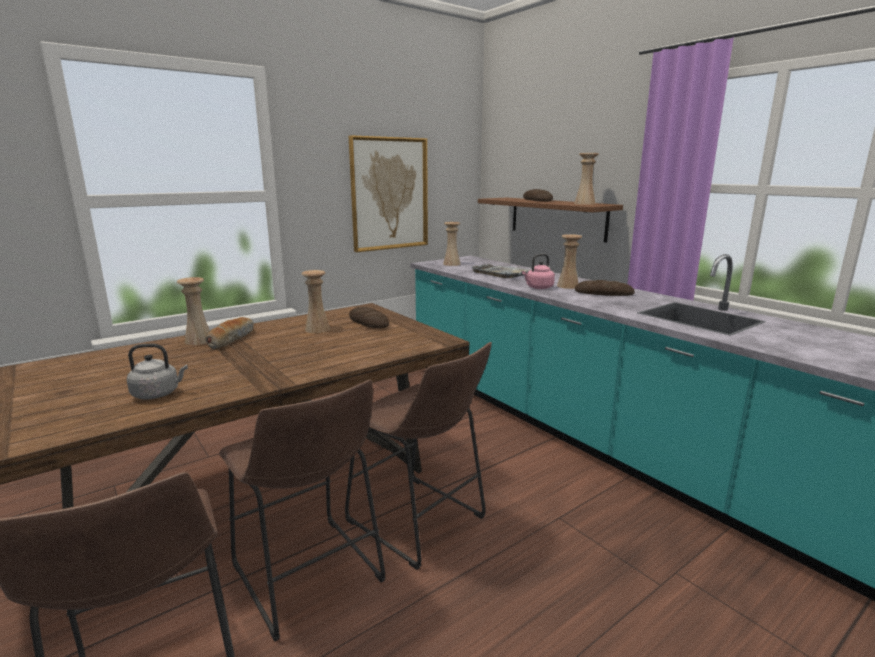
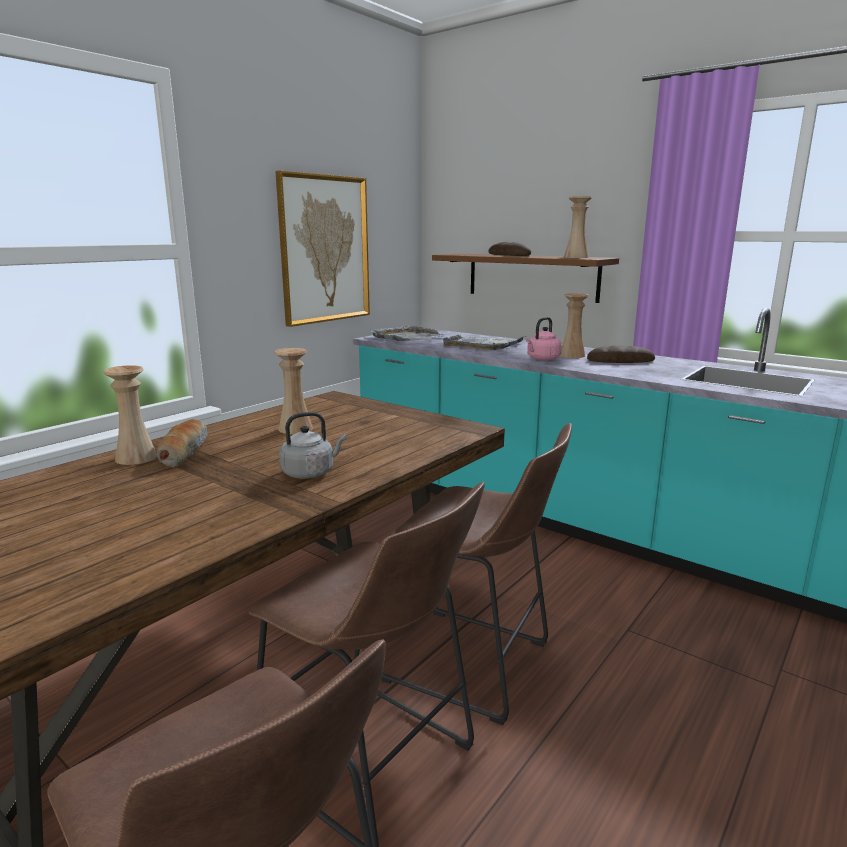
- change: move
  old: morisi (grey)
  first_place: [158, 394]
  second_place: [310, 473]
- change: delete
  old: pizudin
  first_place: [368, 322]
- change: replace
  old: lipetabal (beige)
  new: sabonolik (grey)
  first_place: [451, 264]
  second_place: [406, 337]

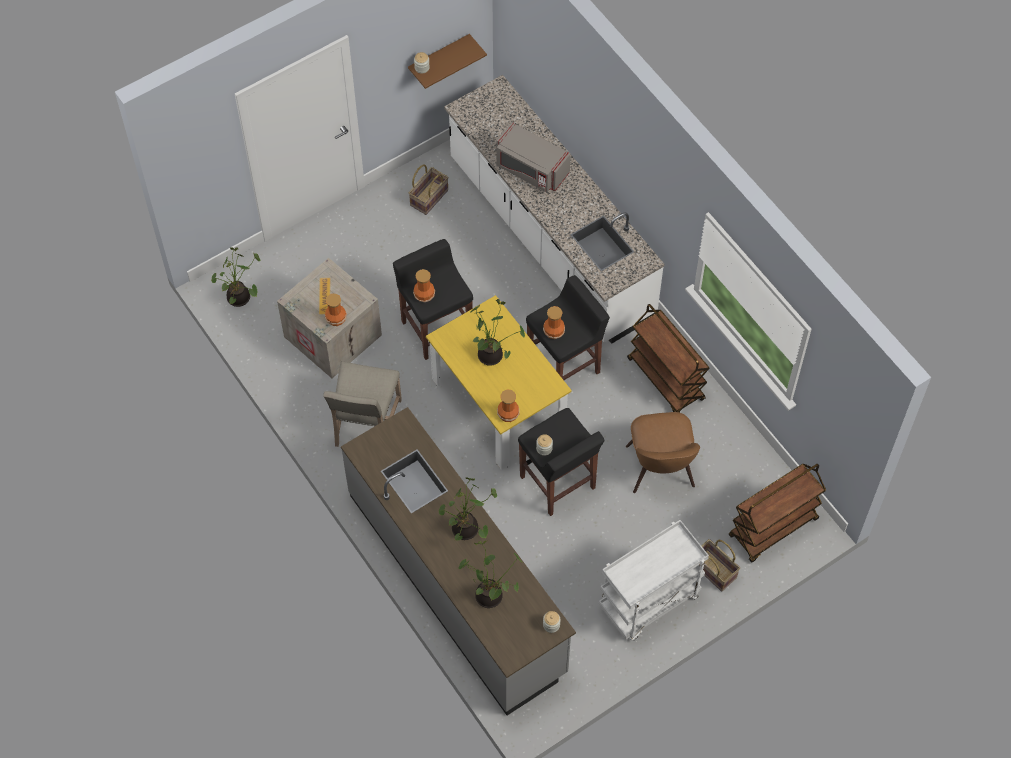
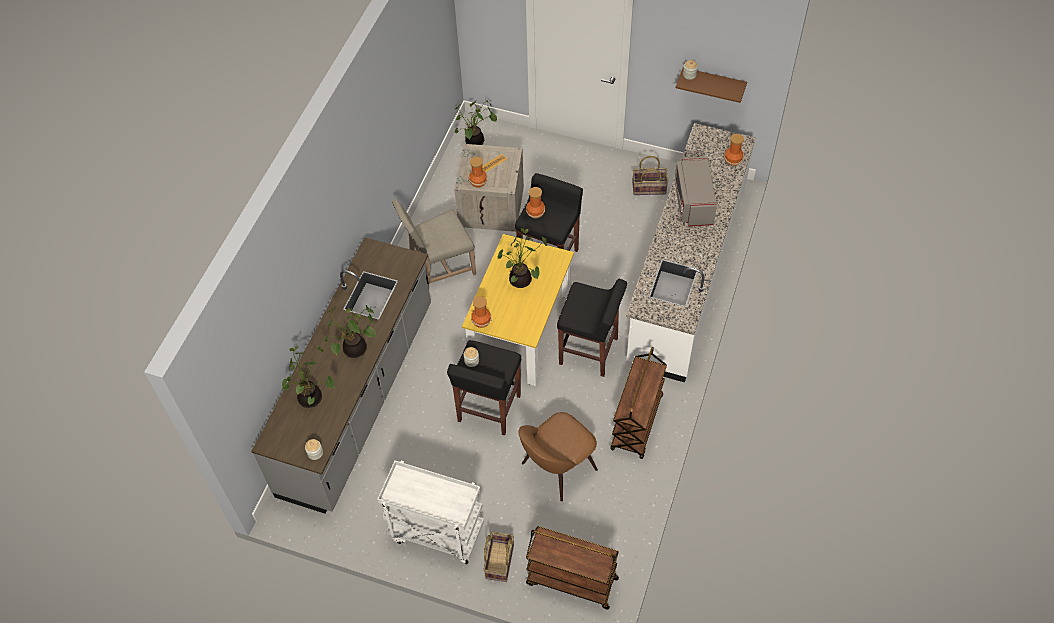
- change: move
  old: lipetabal
  first_place: [553, 331]
  second_place: [733, 159]

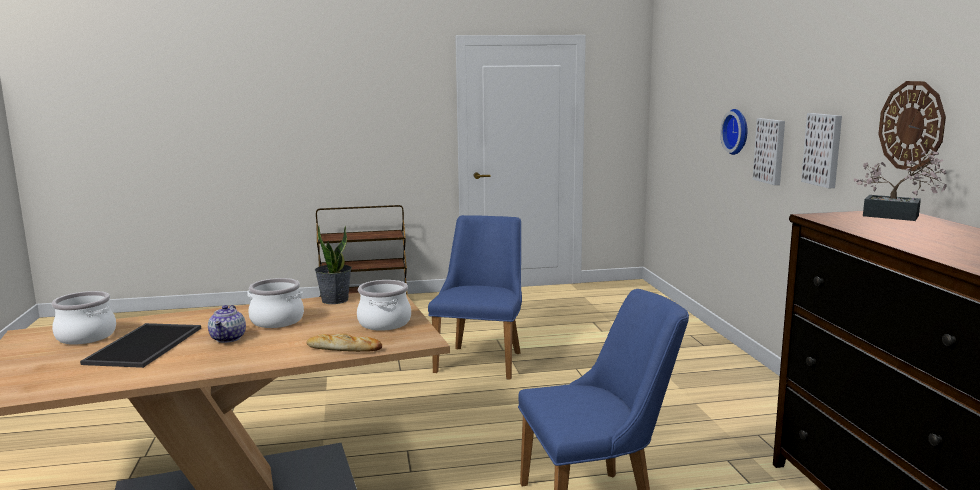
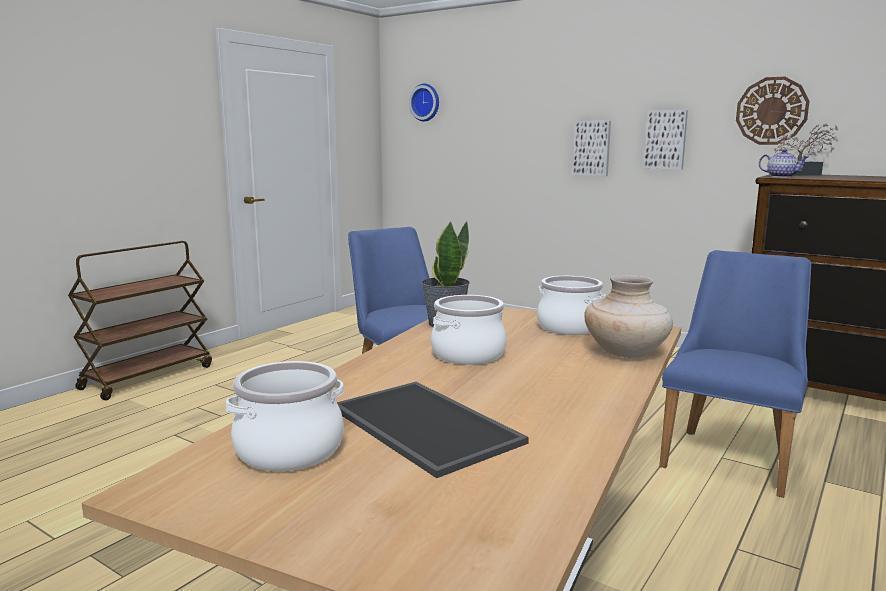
- change: move
  old: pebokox
  first_place: [228, 338]
  second_place: [781, 177]
- change: replace
  old: pizudin
  new: lipetabal (beige)
  first_place: [344, 348]
  second_place: [626, 353]
- change: move
  old: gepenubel
  first_place: [737, 131]
  second_place: [426, 102]

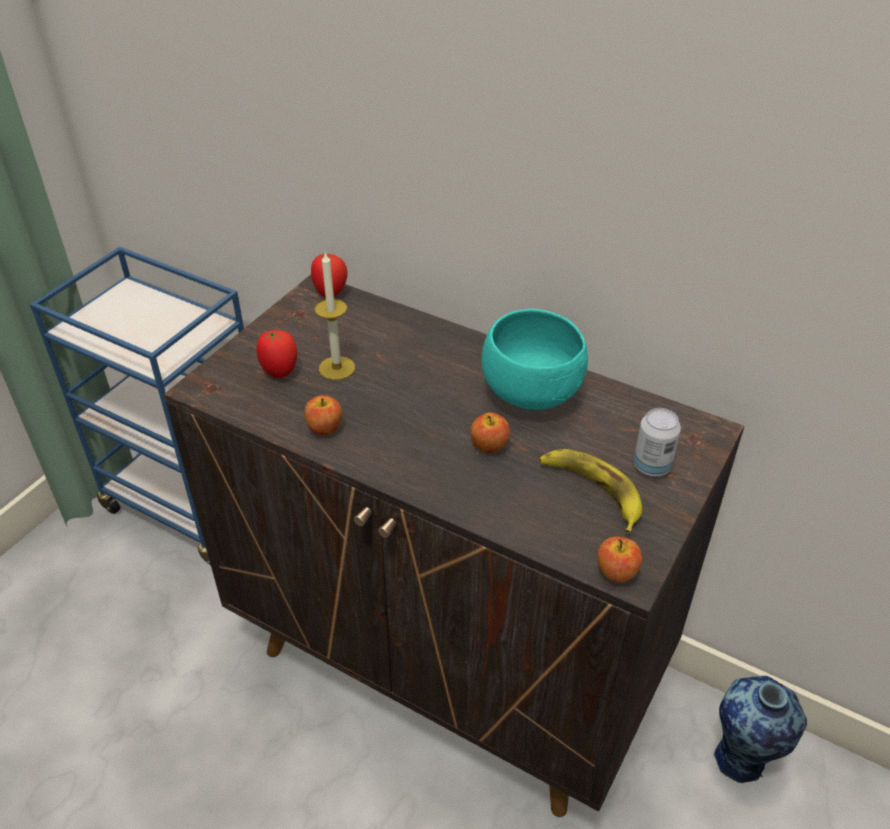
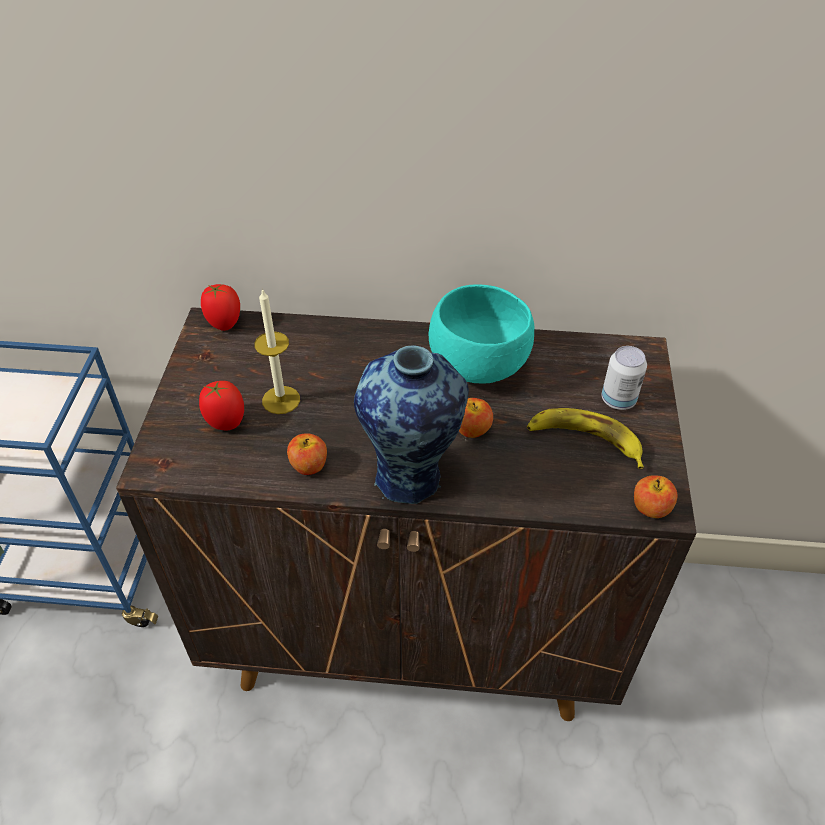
- change: move
  old: lipetabal
  first_place: [742, 761]
  second_place: [411, 478]

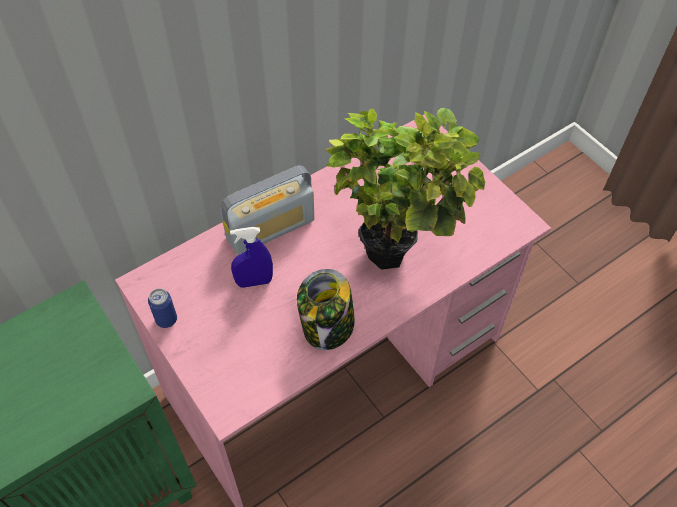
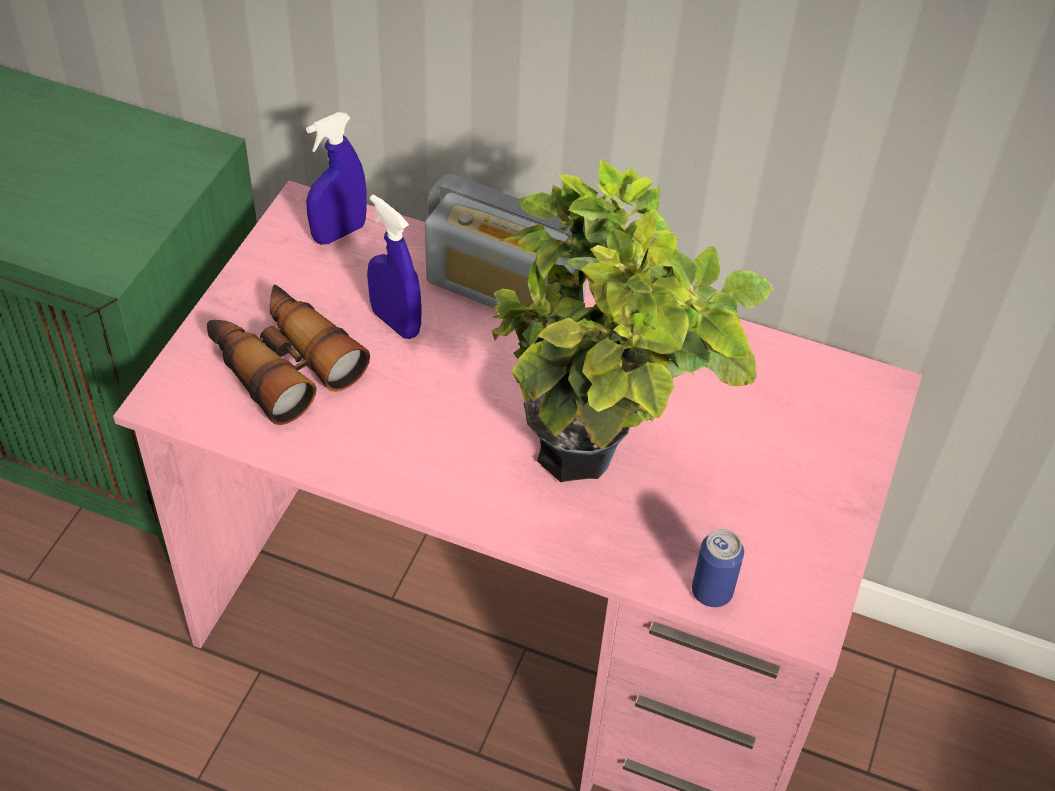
- change: move
  old: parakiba
  first_place: [166, 319]
  second_place: [711, 592]
- change: delete
  old: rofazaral
  first_place: [327, 327]
- change: insert
  new: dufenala
  second_place: [283, 364]
- change: insert
  new: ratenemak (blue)
  second_place: [339, 233]

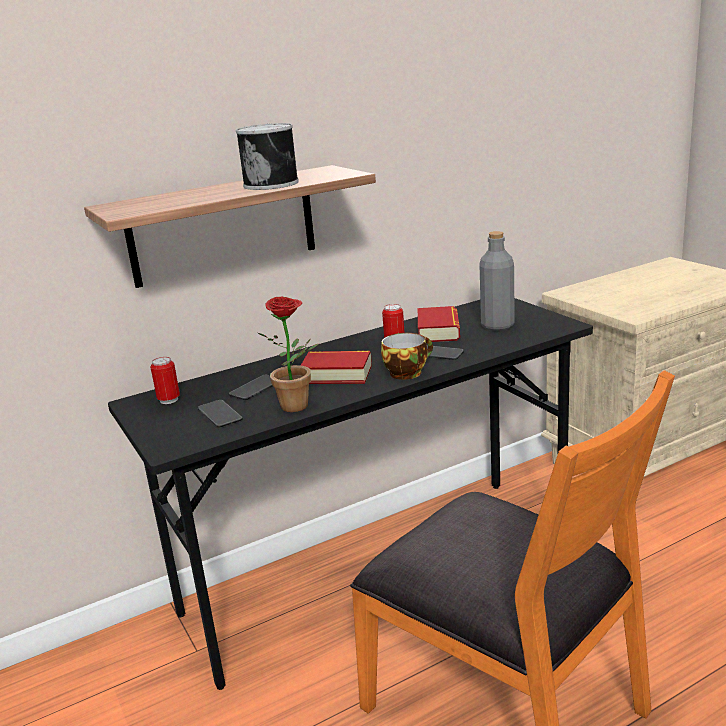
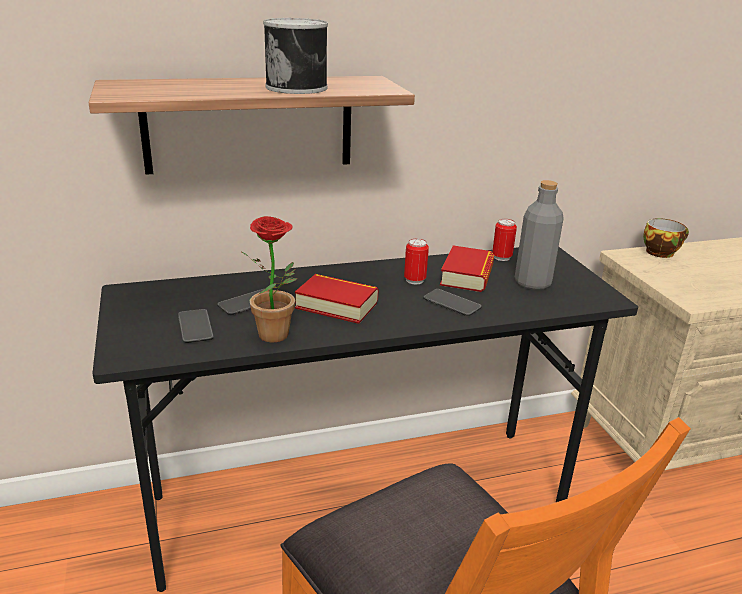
- change: move
  old: parakiba
  first_place: [169, 400]
  second_place: [501, 257]
- change: move
  old: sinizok
  first_place: [407, 372]
  second_place: [660, 252]

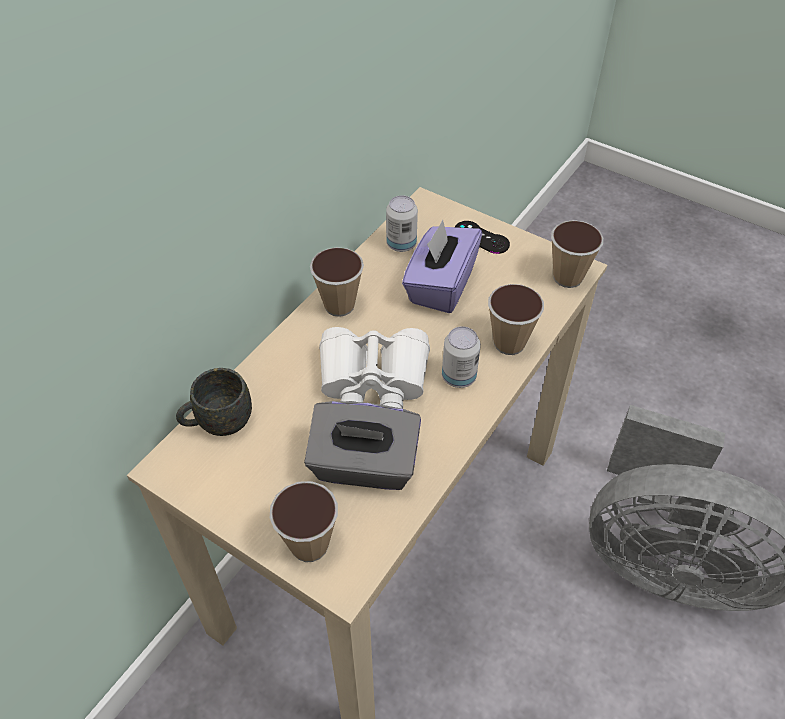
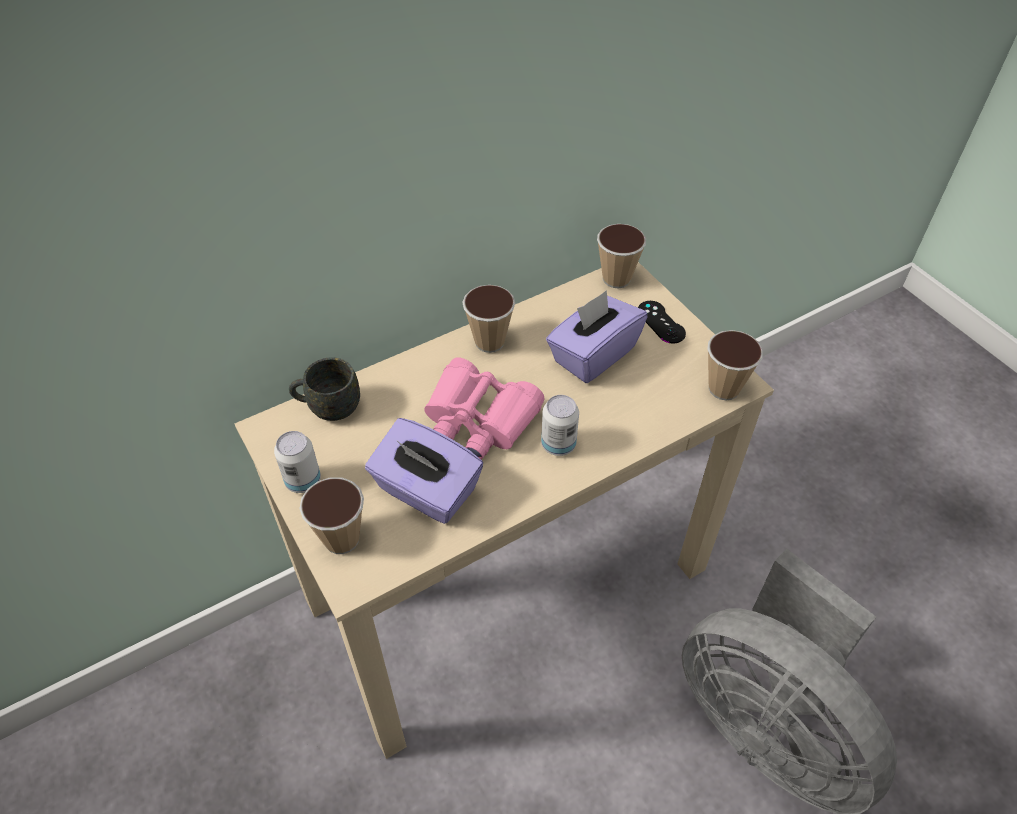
- change: recolor
  old: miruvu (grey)
  new: miruvu (purple)
  first_place: [364, 466]
  second_place: [426, 491]
- change: recolor
  old: dufenala (white)
  new: dufenala (pink)
  first_place: [373, 381]
  second_place: [479, 419]
- change: move
  old: parakiba
  first_place: [401, 244]
  second_place: [303, 481]
- change: move
  old: sinizok
  first_place: [509, 343]
  second_place: [616, 279]

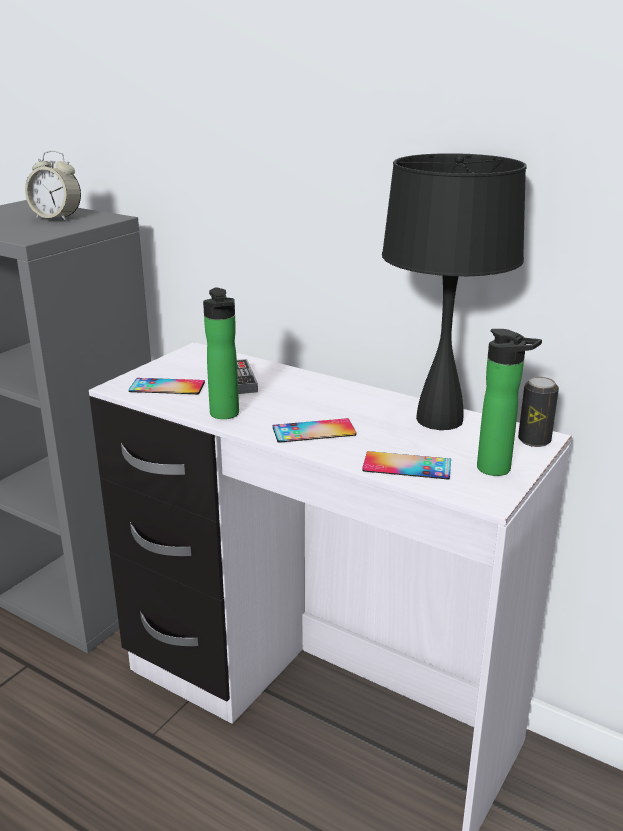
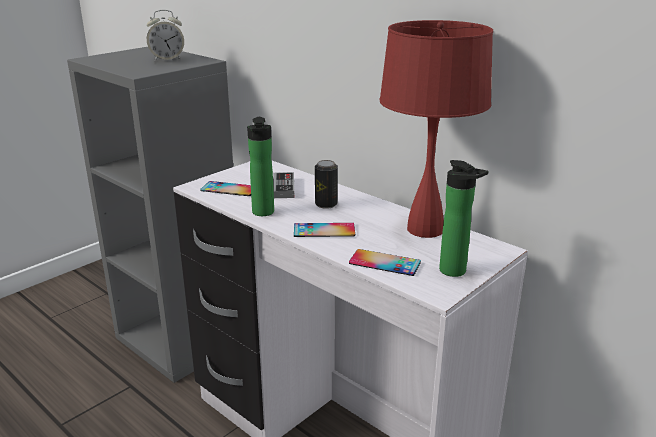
- change: rotate
  old: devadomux
  first_place: [56, 218]
  second_place: [167, 59]
  degrees: -45
- change: recolor
  old: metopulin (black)
  new: metopulin (red)
  first_place: [440, 420]
  second_place: [426, 229]
- change: move
  old: parakiba
  first_place: [534, 440]
  second_place: [326, 204]

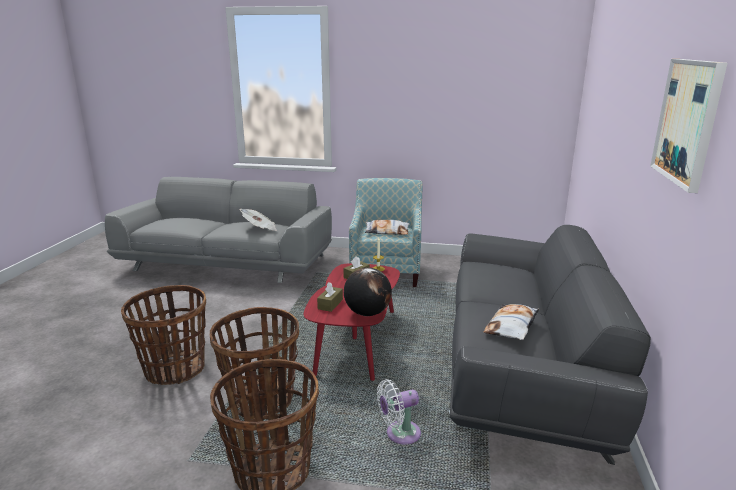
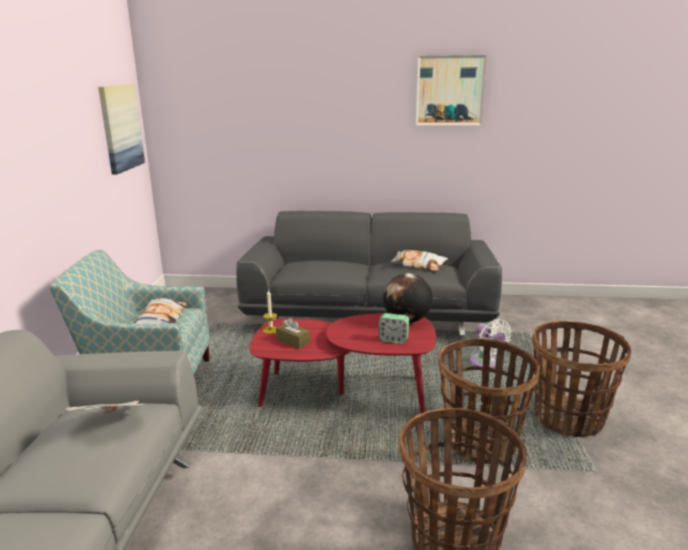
- change: replace
  old: miruvu (brown)
  new: devadomux
  first_place: [330, 304]
  second_place: [393, 340]
- change: insert
  new: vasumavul
  second_place: [120, 127]

